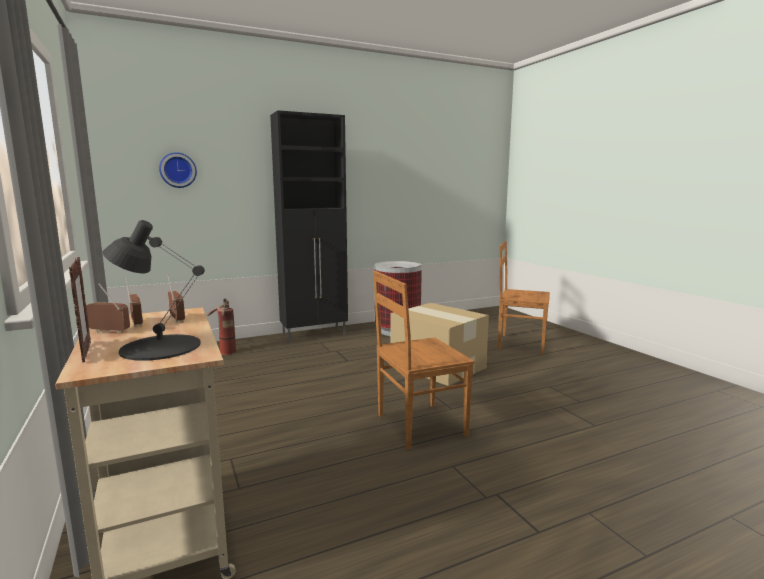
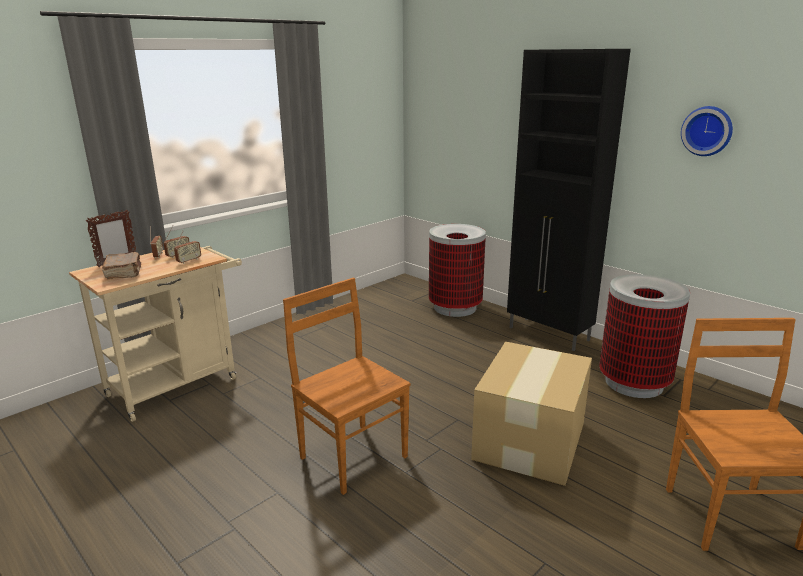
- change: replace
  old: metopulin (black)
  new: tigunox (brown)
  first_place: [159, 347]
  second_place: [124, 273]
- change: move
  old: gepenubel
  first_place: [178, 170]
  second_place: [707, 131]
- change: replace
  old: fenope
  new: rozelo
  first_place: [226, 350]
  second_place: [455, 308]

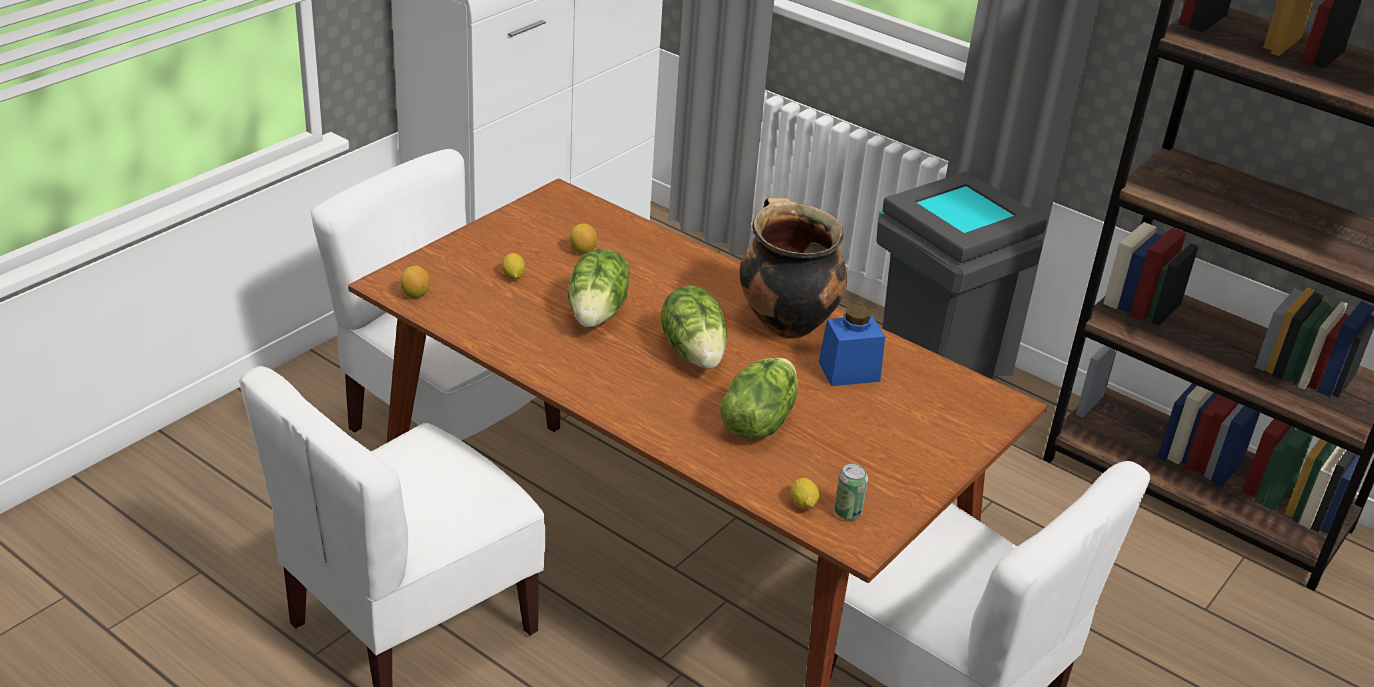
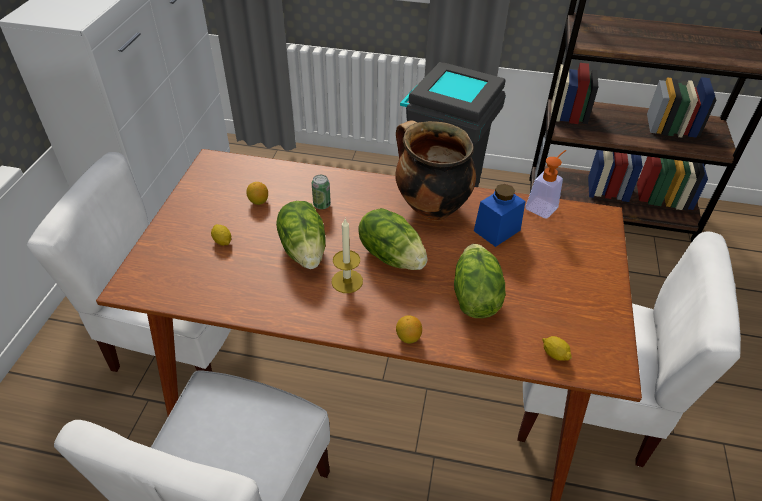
- change: move
  old: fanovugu
  first_place: [415, 294]
  second_place: [408, 337]
- change: move
  old: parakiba
  first_place: [847, 512]
  second_place: [322, 205]
- change: insert
  new: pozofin
  second_place: [347, 281]
- change: insert
  new: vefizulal
  second_place: [544, 205]

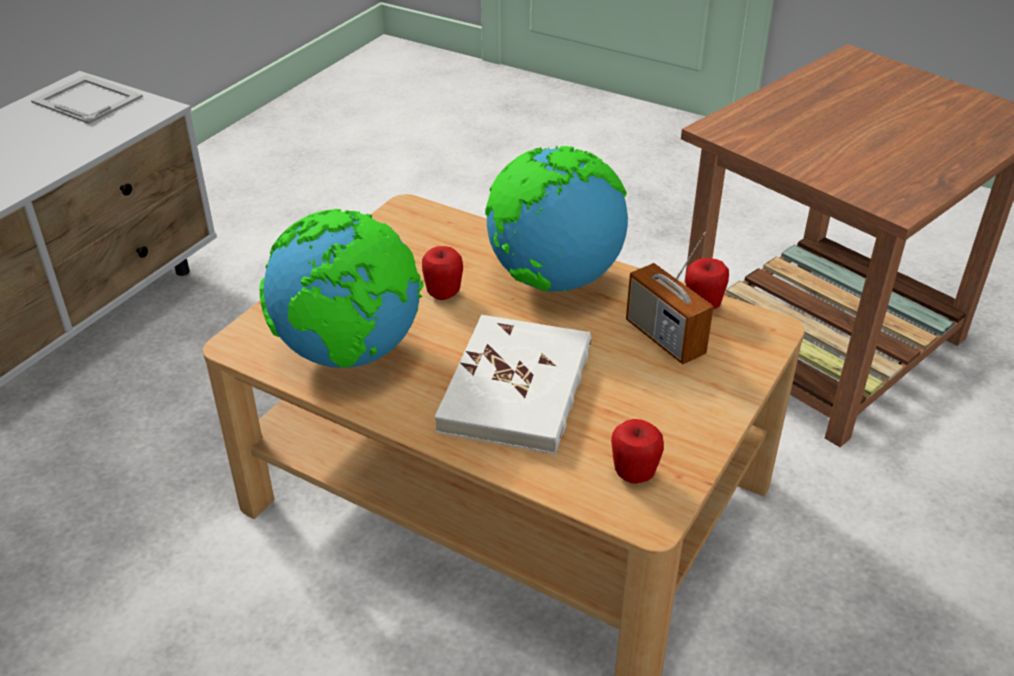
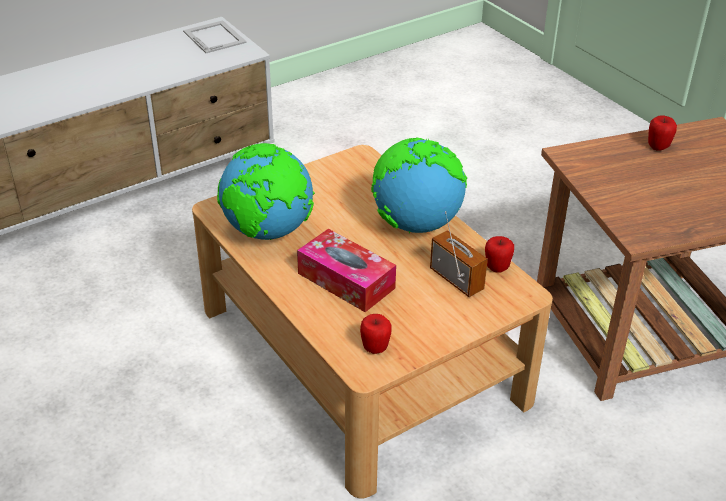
- change: move
  old: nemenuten
  first_place: [443, 294]
  second_place: [658, 147]
- change: replace
  old: tigunox (white)
  new: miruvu
  first_place: [517, 389]
  second_place: [346, 281]
- change: rotate
  old: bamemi
  first_place: [664, 338]
  second_place: [456, 279]
  degrees: 150

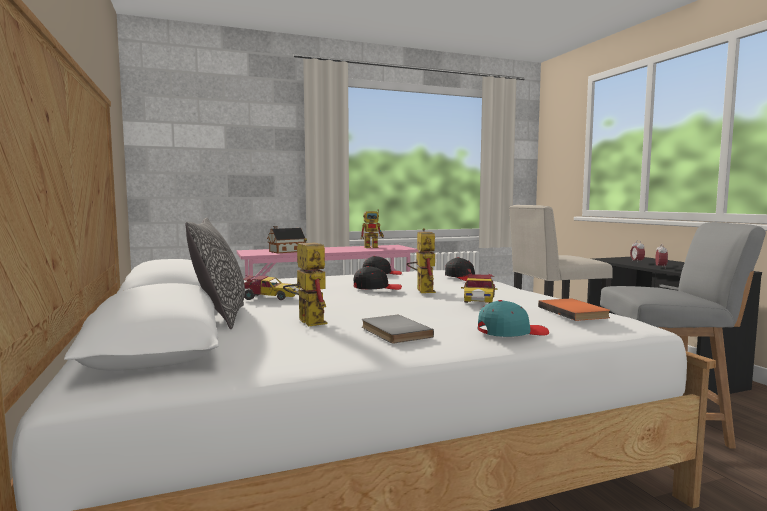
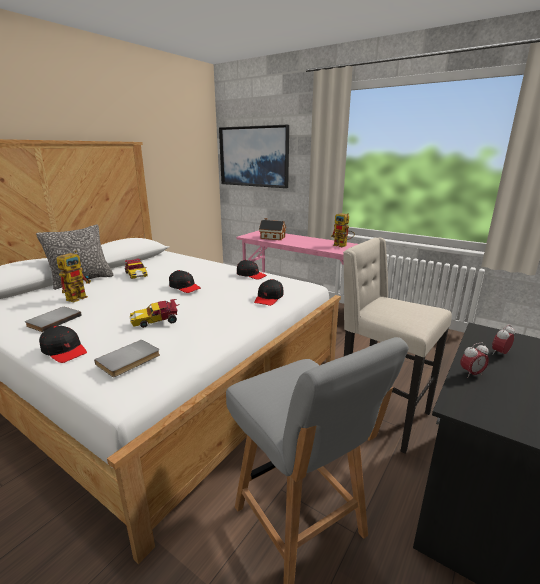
- change: delete
  old: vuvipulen
  first_place: [422, 290]
- change: recolor
  old: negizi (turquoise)
  new: negizi (black)
  first_place: [511, 332]
  second_place: [64, 350]
- change: recolor
  old: tigunox (orange)
  new: tigunox (grey)
  first_place: [575, 312]
  second_place: [129, 360]
- change: insert
  new: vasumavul
  second_place: [254, 156]

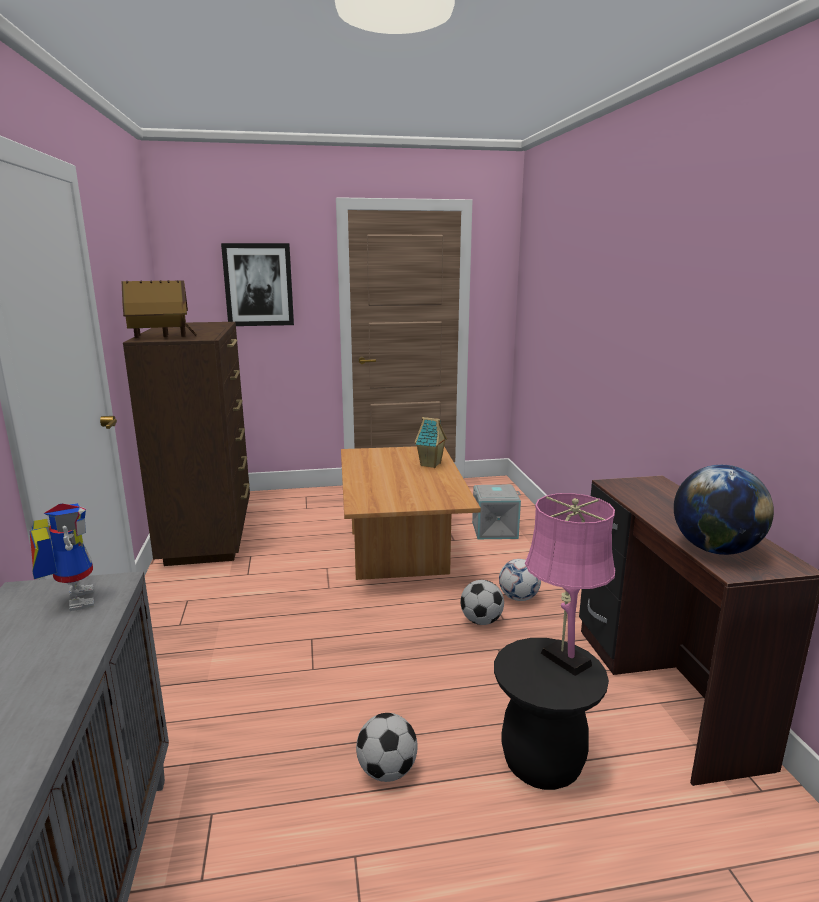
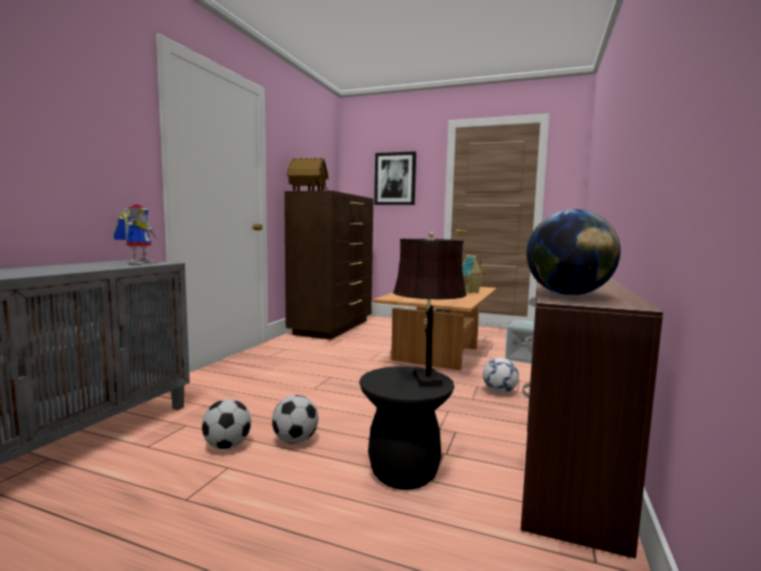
- change: move
  old: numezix
  first_place: [481, 621]
  second_place: [227, 446]
- change: recolor
  old: metopulin (pink)
  new: metopulin (brown)
  first_place: [562, 656]
  second_place: [426, 378]

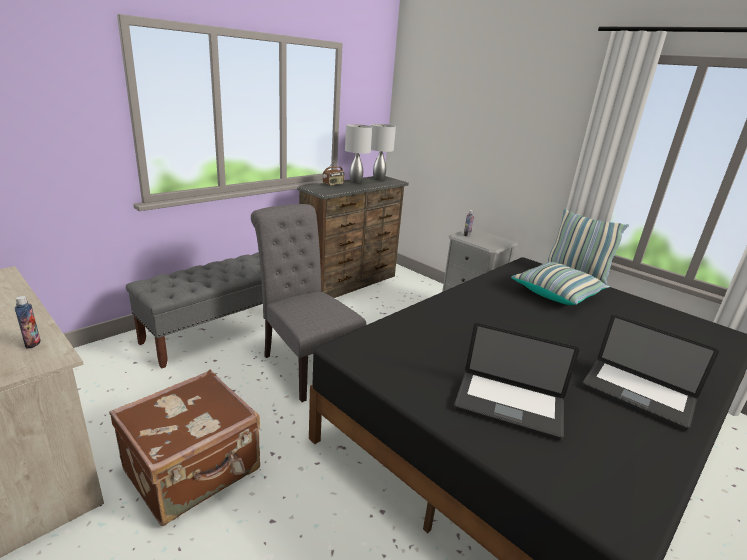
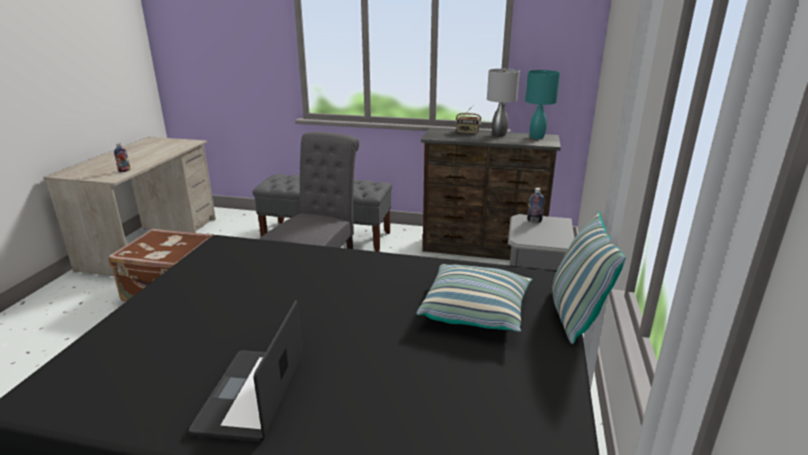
- change: recolor
  old: metopulin (grey)
  new: metopulin (turquoise)
  first_place: [378, 179]
  second_place: [536, 137]
- change: delete
  old: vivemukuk
  first_place: [509, 406]

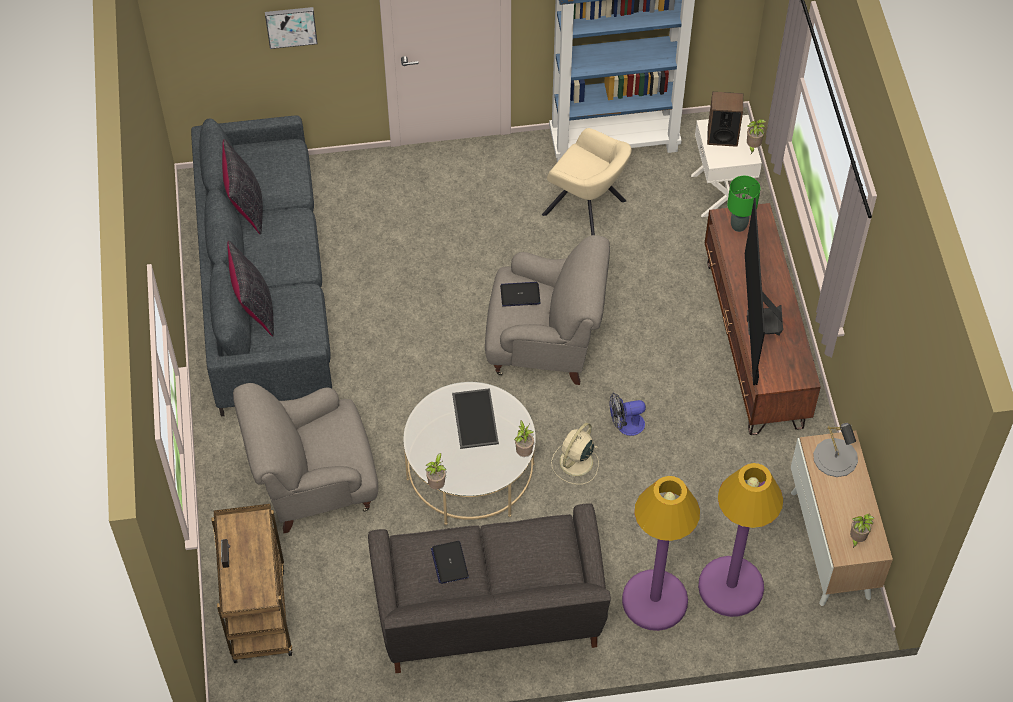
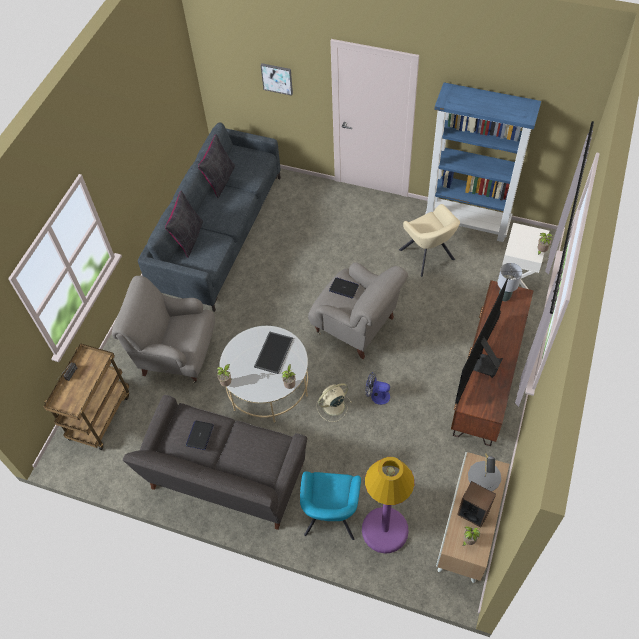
- change: replace
  old: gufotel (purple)
  new: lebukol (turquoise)
  first_place: [654, 600]
  second_place: [331, 516]
- change: move
  old: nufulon
  first_place: [722, 136]
  second_place: [473, 512]
- change: recolor
  old: metopulin (green)
  new: metopulin (grey)
  first_place: [738, 226]
  second_place: [504, 297]

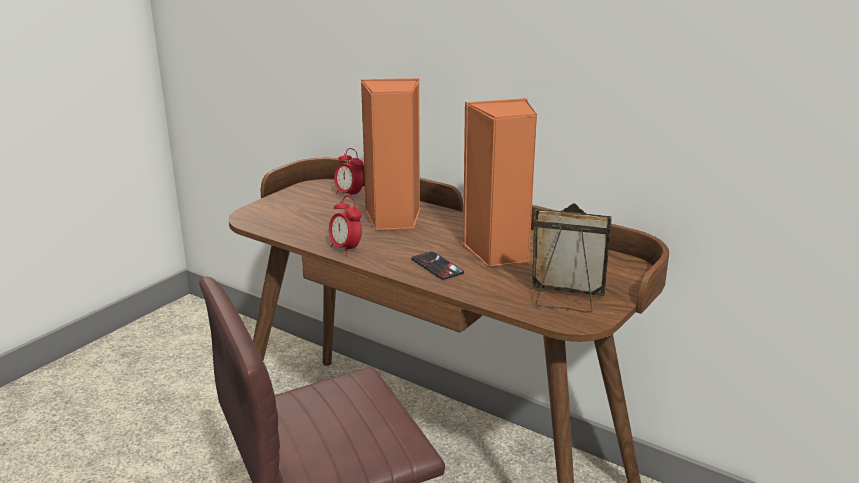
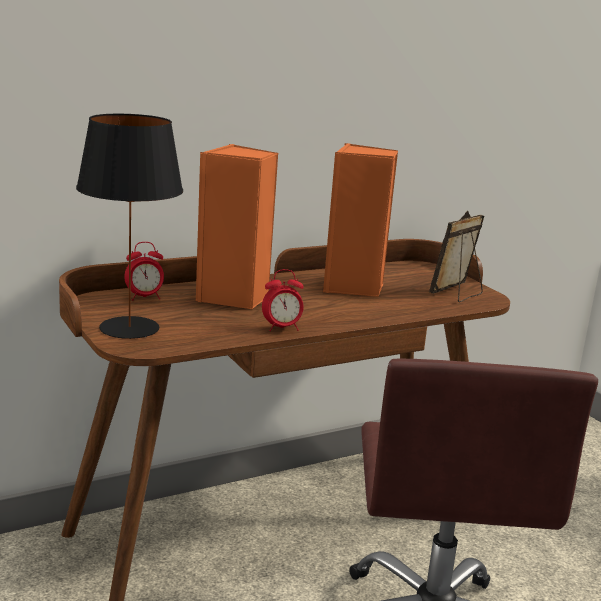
- change: delete
  old: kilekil
  first_place: [437, 266]
- change: insert
  new: metopulin (black)
  second_place: [130, 327]

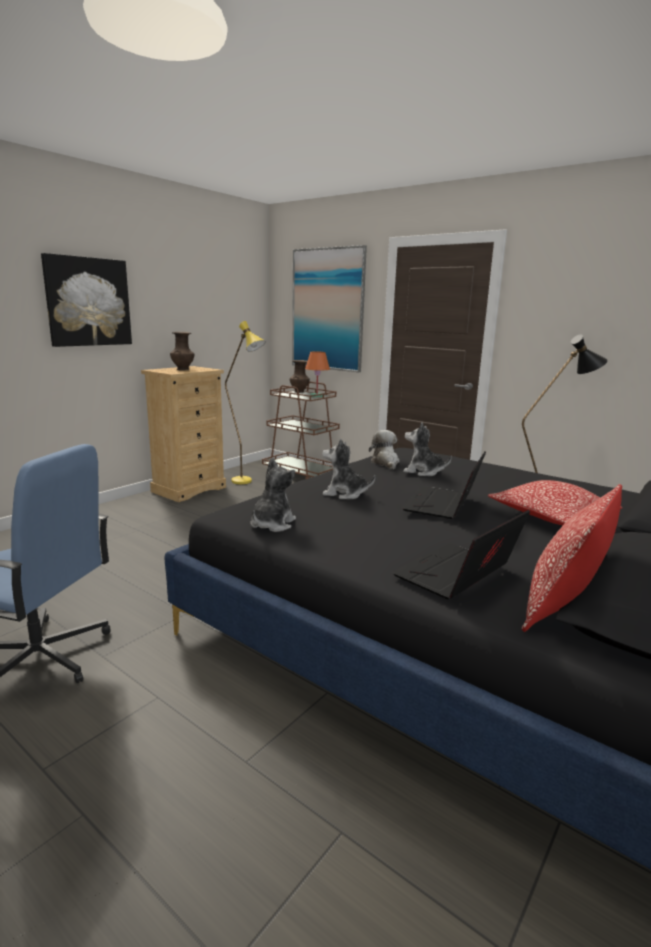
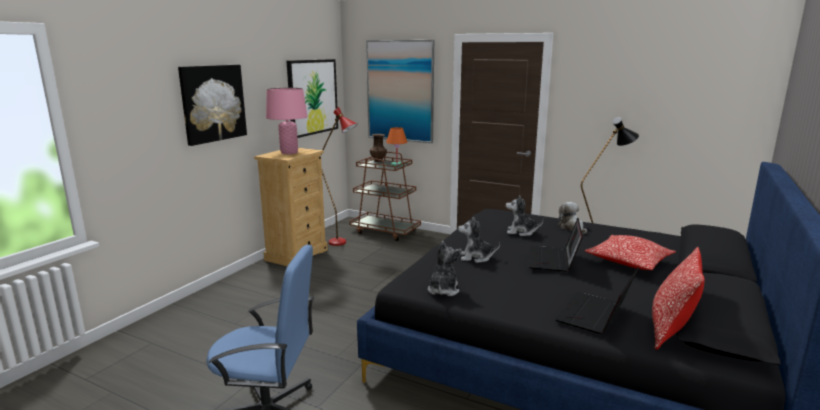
- change: replace
  old: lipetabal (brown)
  new: metopulin (pink)
  first_place: [183, 369]
  second_place: [289, 152]
- change: recolor
  old: gufotel (yellow)
  new: gufotel (red)
  first_place: [247, 482]
  second_place: [343, 243]
- change: move
  old: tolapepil
  first_place: [385, 463]
  second_place: [572, 228]
- change: insert
  new: vasumavul
  second_place: [313, 97]

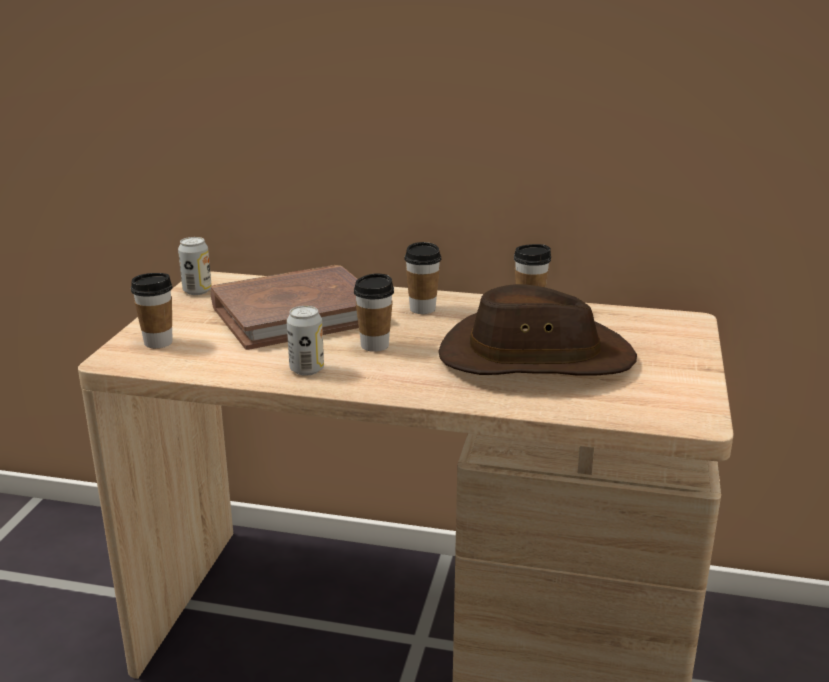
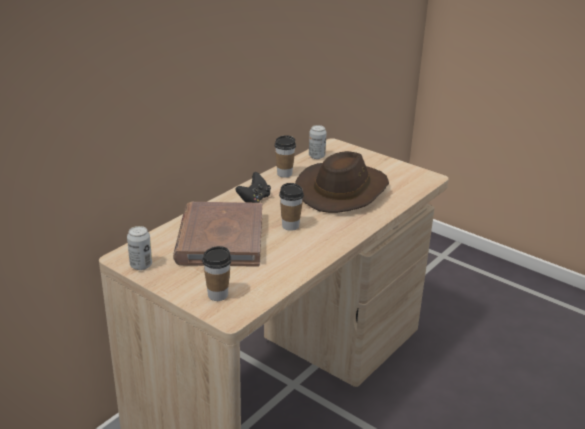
- change: move
  old: parakiba
  first_place: [307, 369]
  second_place: [316, 156]
- change: replace
  old: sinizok
  new: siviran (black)
  first_place: [422, 309]
  second_place: [254, 200]

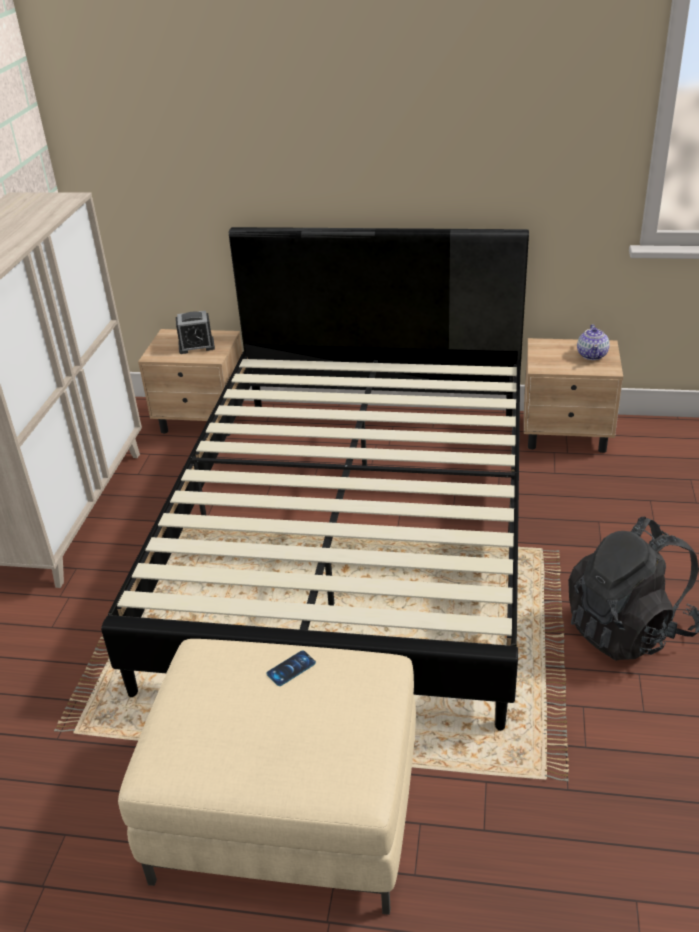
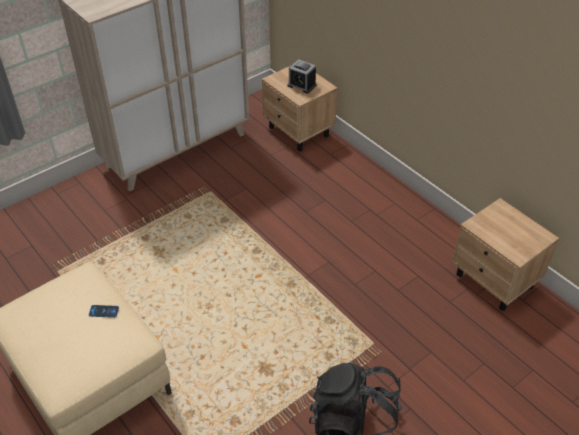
- change: delete
  old: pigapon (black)
  first_place: [355, 531]
- change: delete
  old: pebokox
  first_place: [592, 355]

